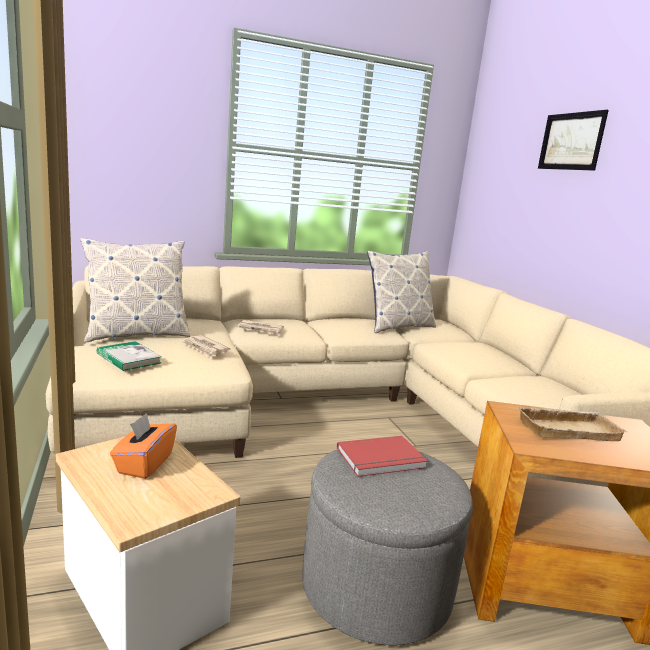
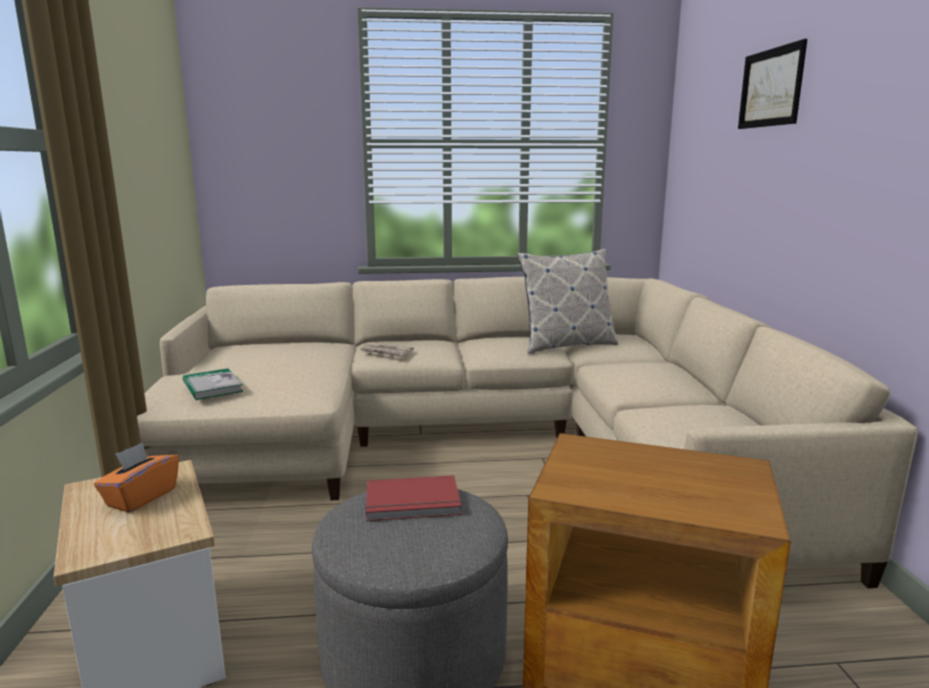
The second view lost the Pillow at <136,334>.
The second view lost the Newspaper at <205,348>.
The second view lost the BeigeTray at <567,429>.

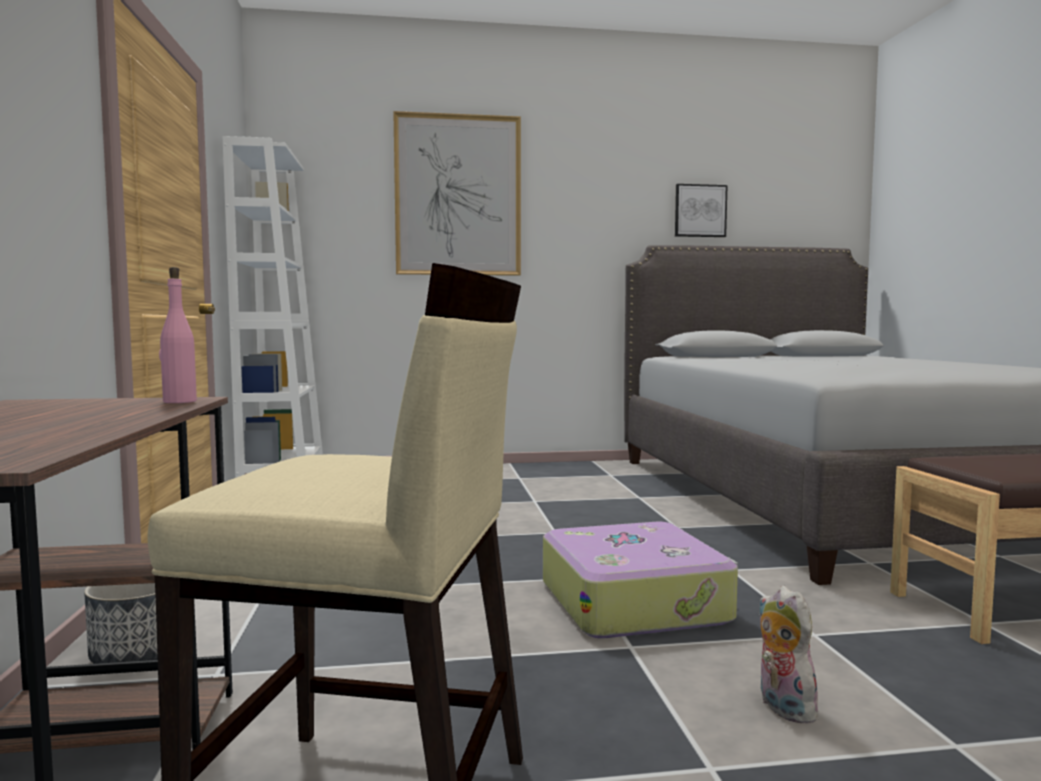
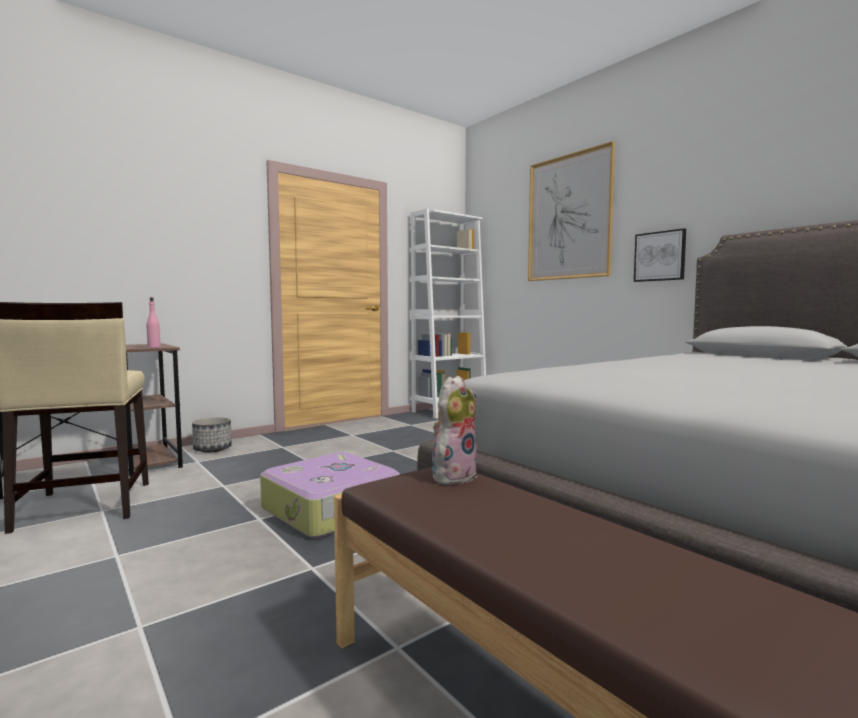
The Picture ended up elsewhere, having gone from <700,211> to <660,256>.
The PlushToy ended up elsewhere, having gone from <782,707> to <453,476>.

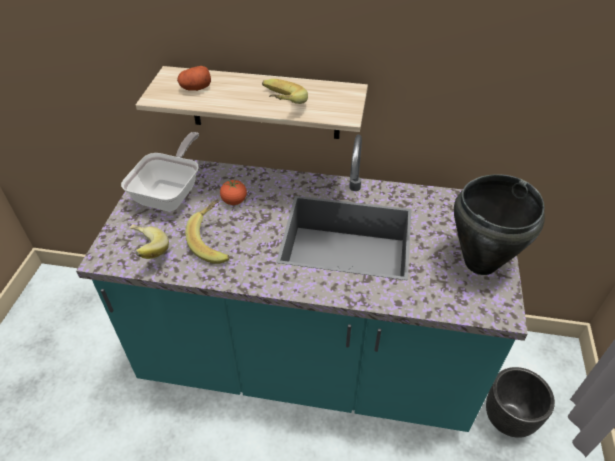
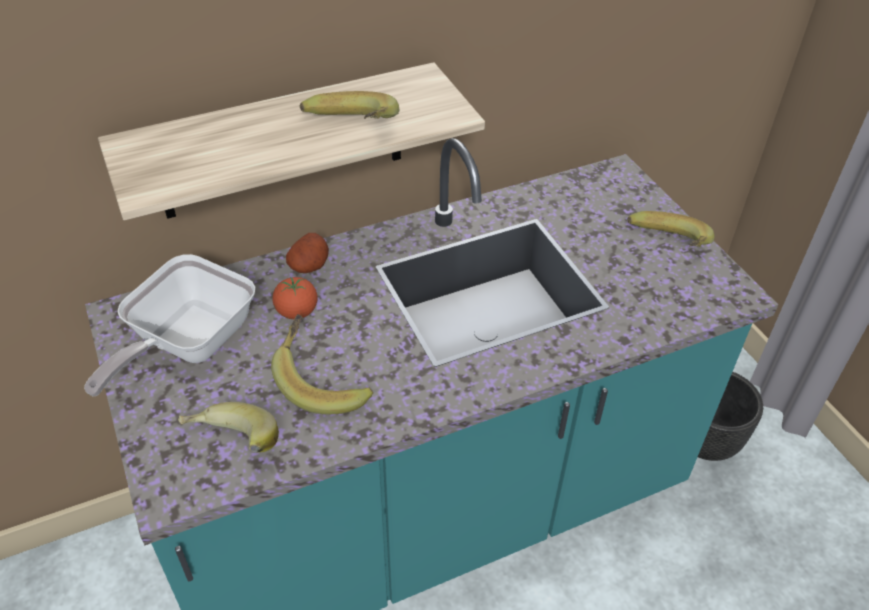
The FryingPan at <171,193> ended up facing another way, 135 degrees counterclockwise from before.
The Potato ended up elsewhere, having gone from <195,88> to <309,265>.
Where the BlackCookingPot stood at <479,262>, the Banana came to stand at <666,248>.

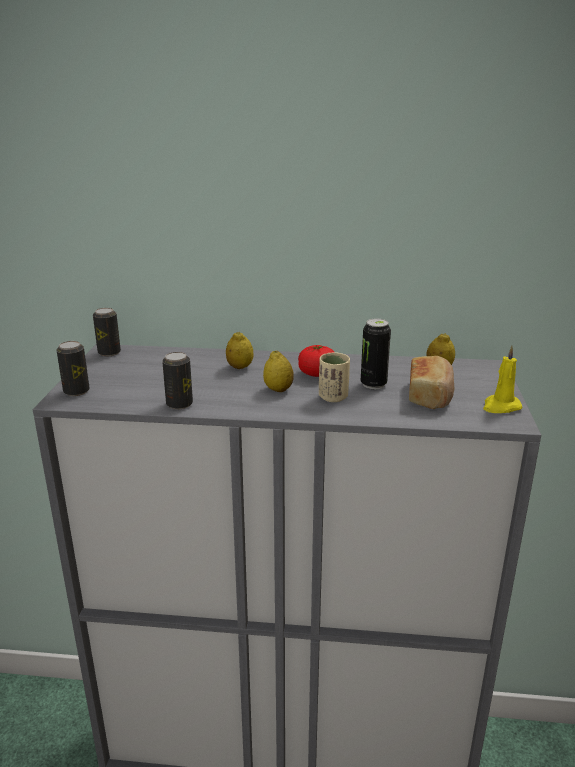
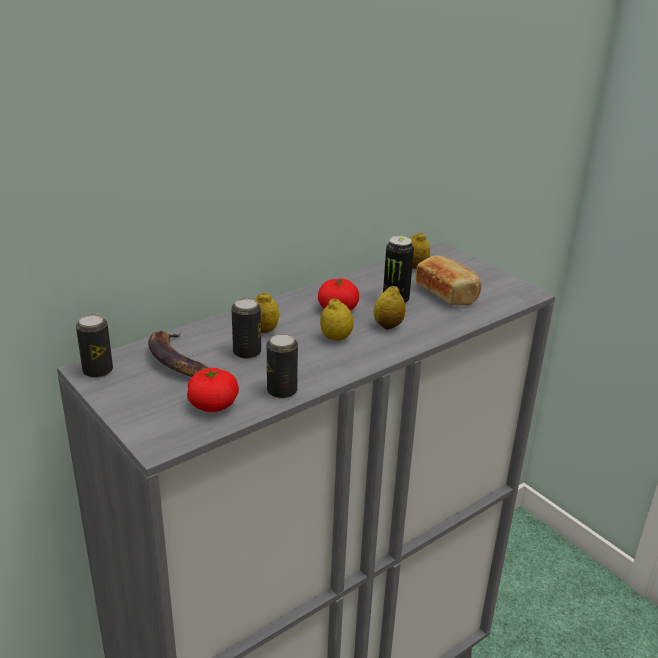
The Can ended up elsewhere, having gone from <76,391> to <247,352>.
Where the BeigeCup stood at <333,397>, the Lemon came to stand at <388,326>.
The second view lost the YellowCandle at <500,407>.
The second view gained the Banana at <177,361>.
The second view gained the Tomato at <213,405>.

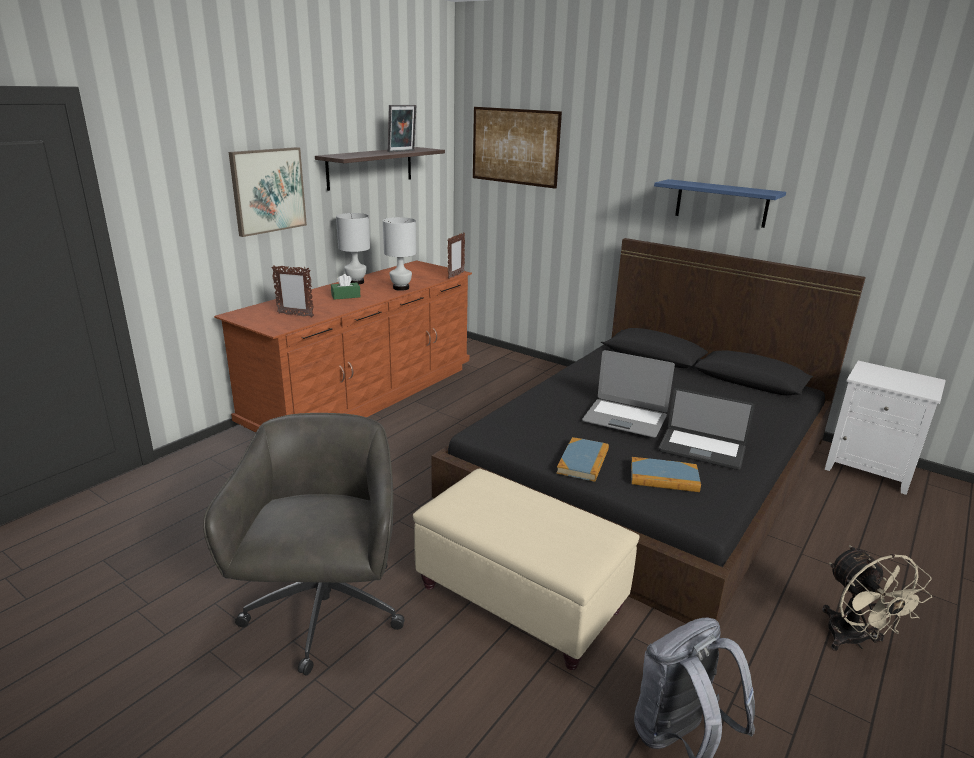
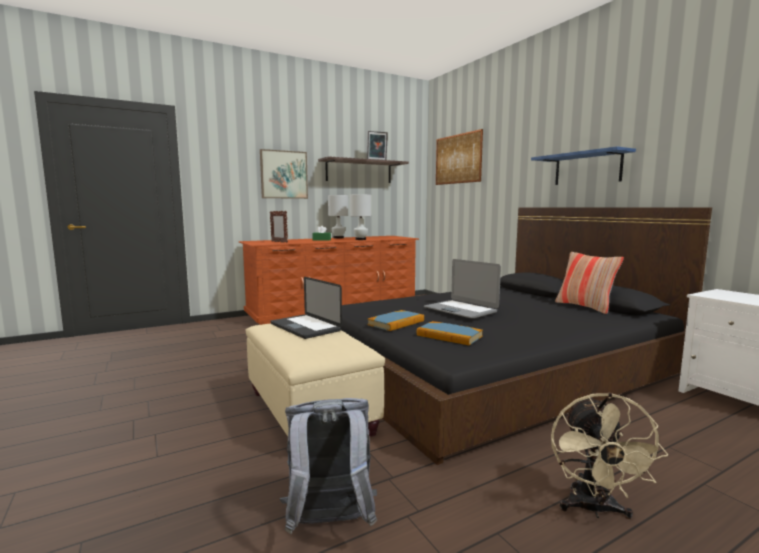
The second view lost the GreyOfficeChair at <324,613>.
The second view lost the PictureFrame at <455,275>.
The Laptop ended up elsewhere, having gone from <701,450> to <305,327>.
The second view gained the Pillow at <585,307>.

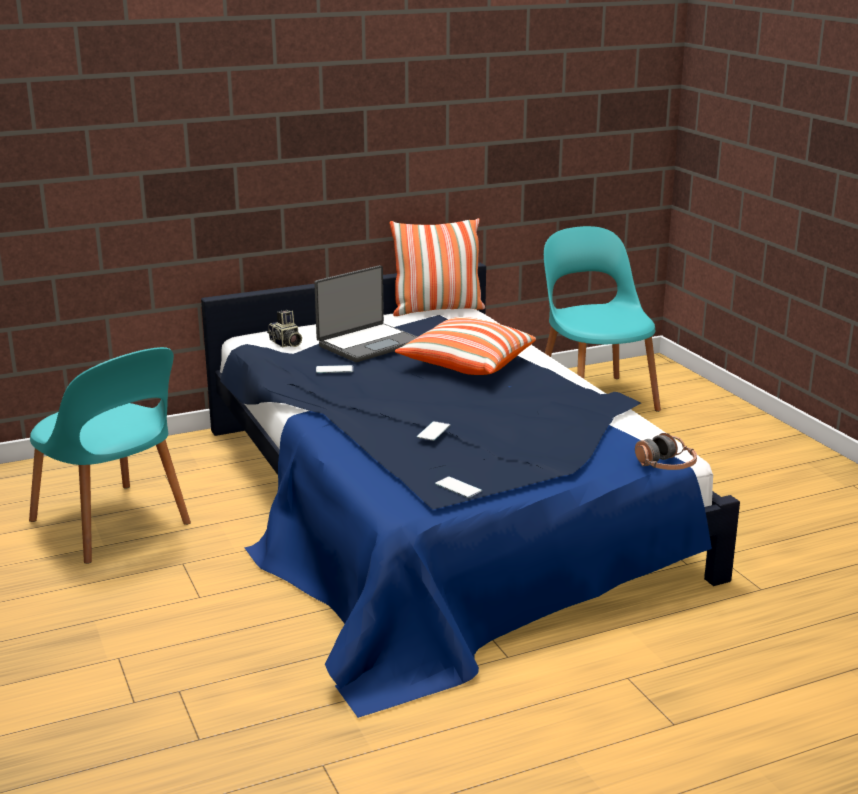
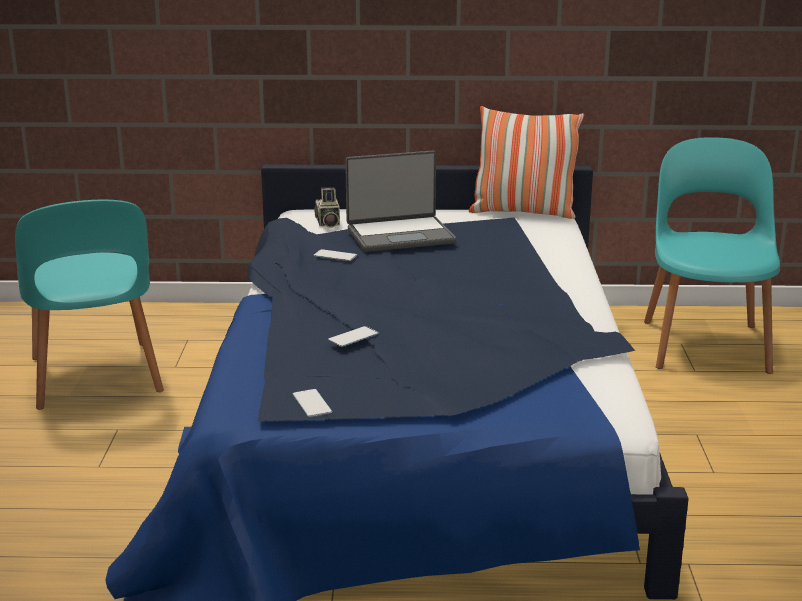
The second view lost the Pillow at <466,365>.
The second view lost the Headphones at <665,466>.

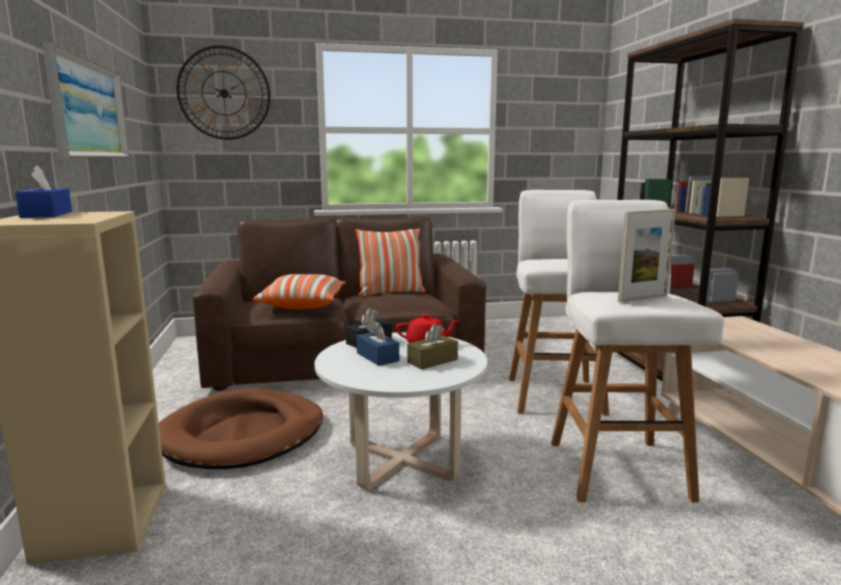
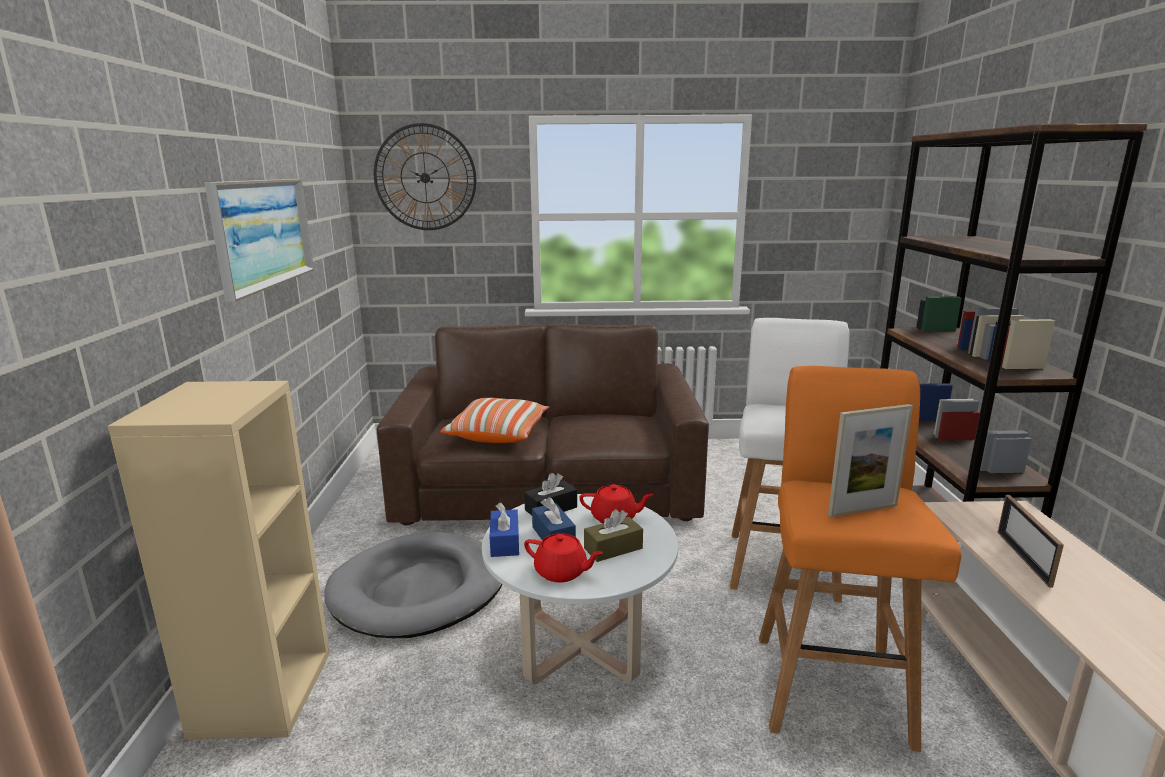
The BlueTissueBox ended up elsewhere, having gone from <47,214> to <505,542>.
What was the BrownDogBed at <243,434> turned into the GreyDogBed at <419,590>.
The second view lost the Pillow at <390,293>.
What was the WhiteStool at <617,467> turned into the OrangeStool at <831,685>.
The second view gained the RedTeapot at <561,572>.
The second view gained the PictureFrame at <1023,558>.

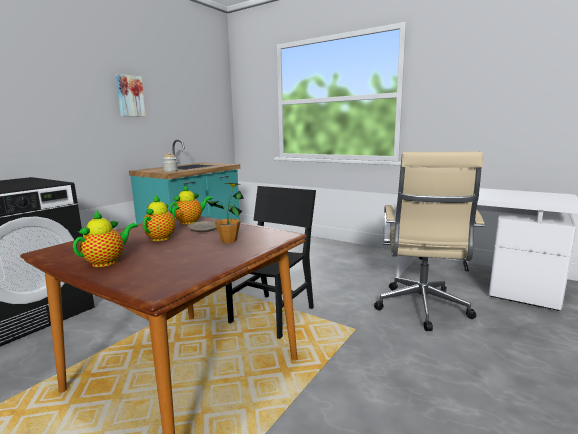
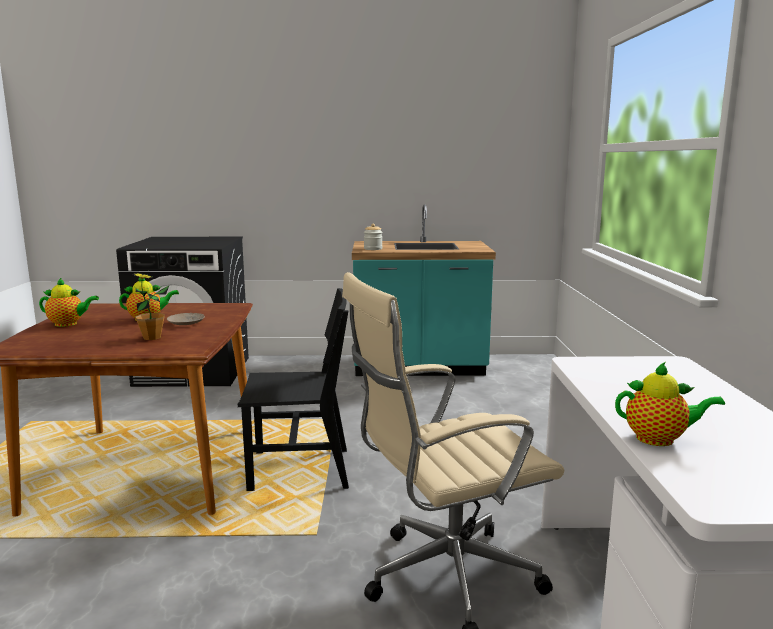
The second view lost the Picture at <130,96>.
The Teapot ended up elsewhere, having gone from <190,222> to <659,439>.

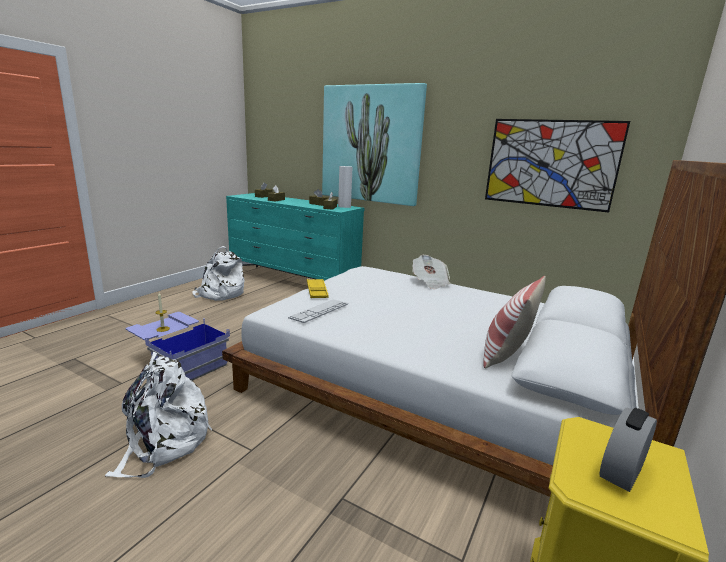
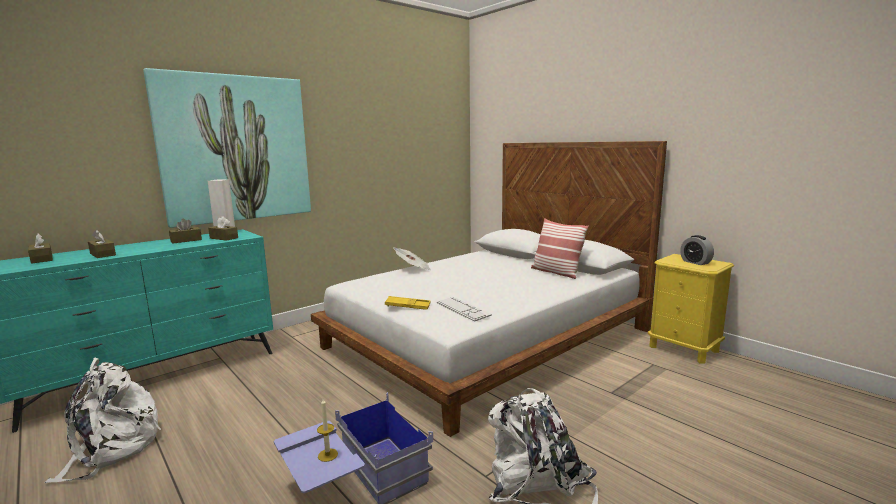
The second view lost the Picture at <550,163>.

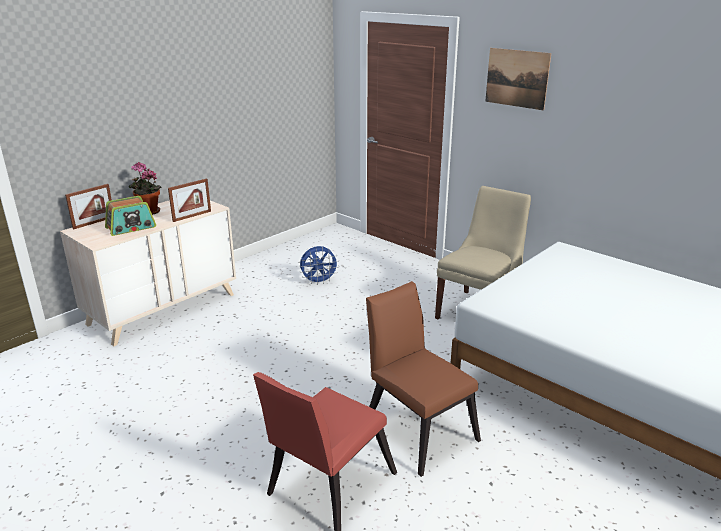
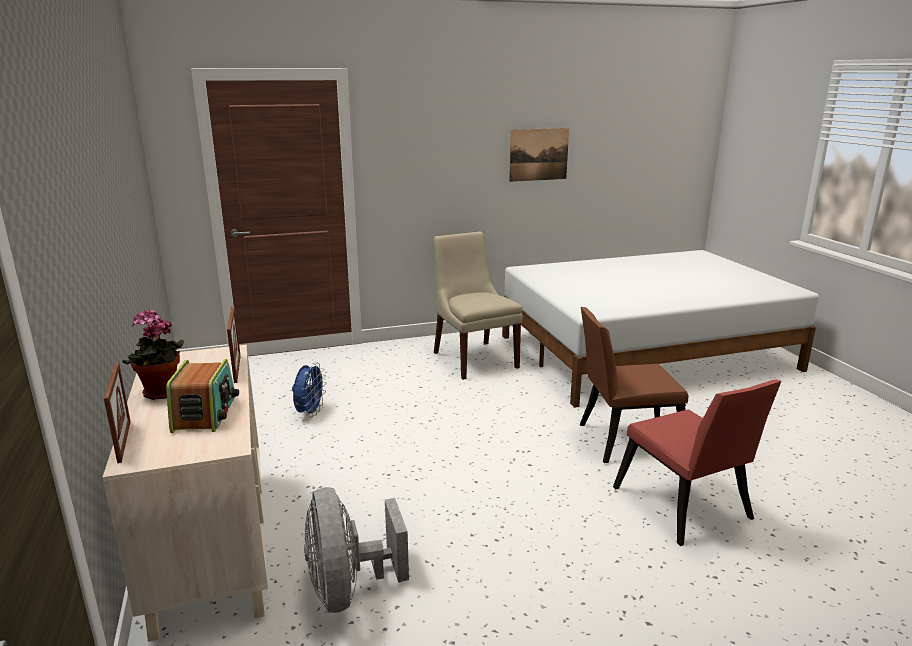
The Picture ended up elsewhere, having gone from <517,78> to <538,154>.
The second view gained the GreyFan at <349,589>.

